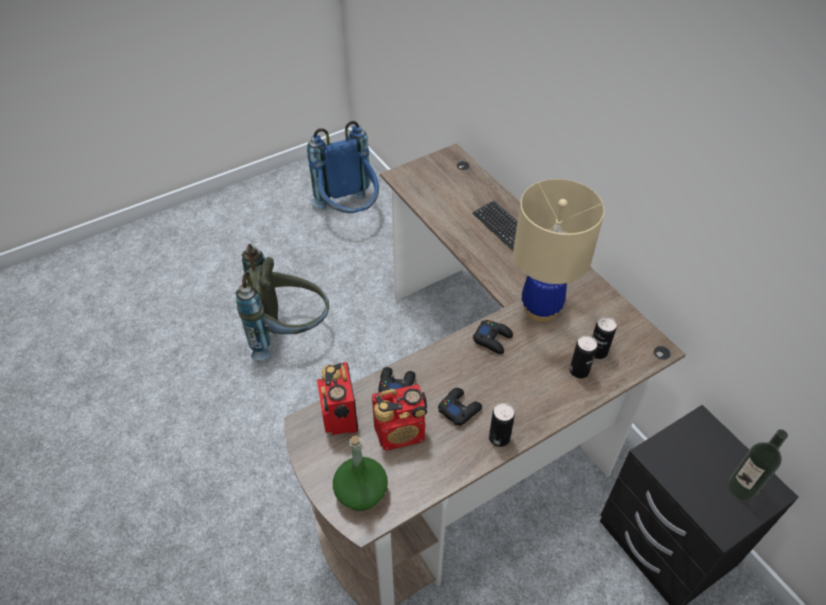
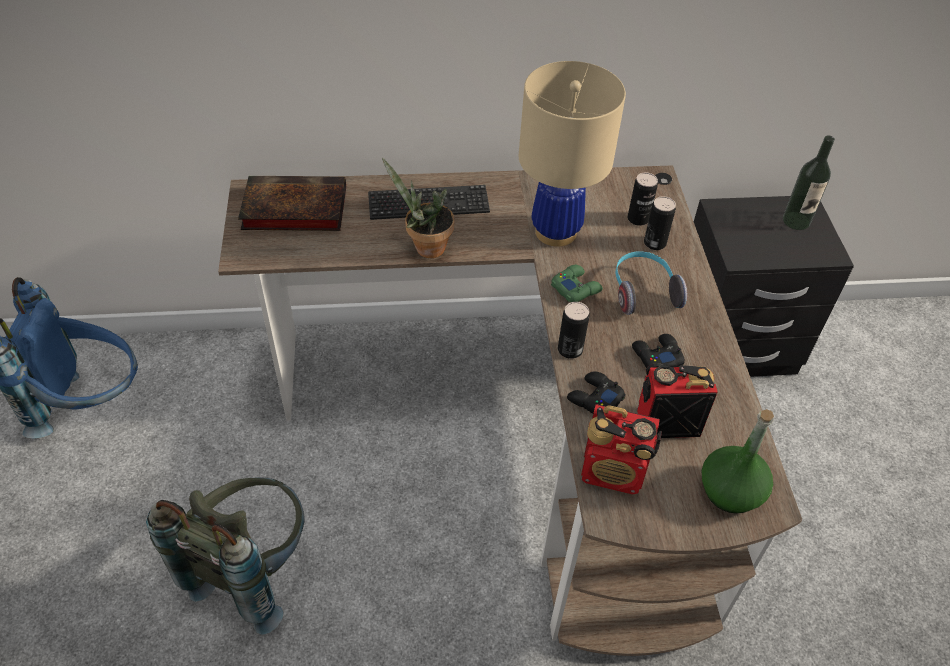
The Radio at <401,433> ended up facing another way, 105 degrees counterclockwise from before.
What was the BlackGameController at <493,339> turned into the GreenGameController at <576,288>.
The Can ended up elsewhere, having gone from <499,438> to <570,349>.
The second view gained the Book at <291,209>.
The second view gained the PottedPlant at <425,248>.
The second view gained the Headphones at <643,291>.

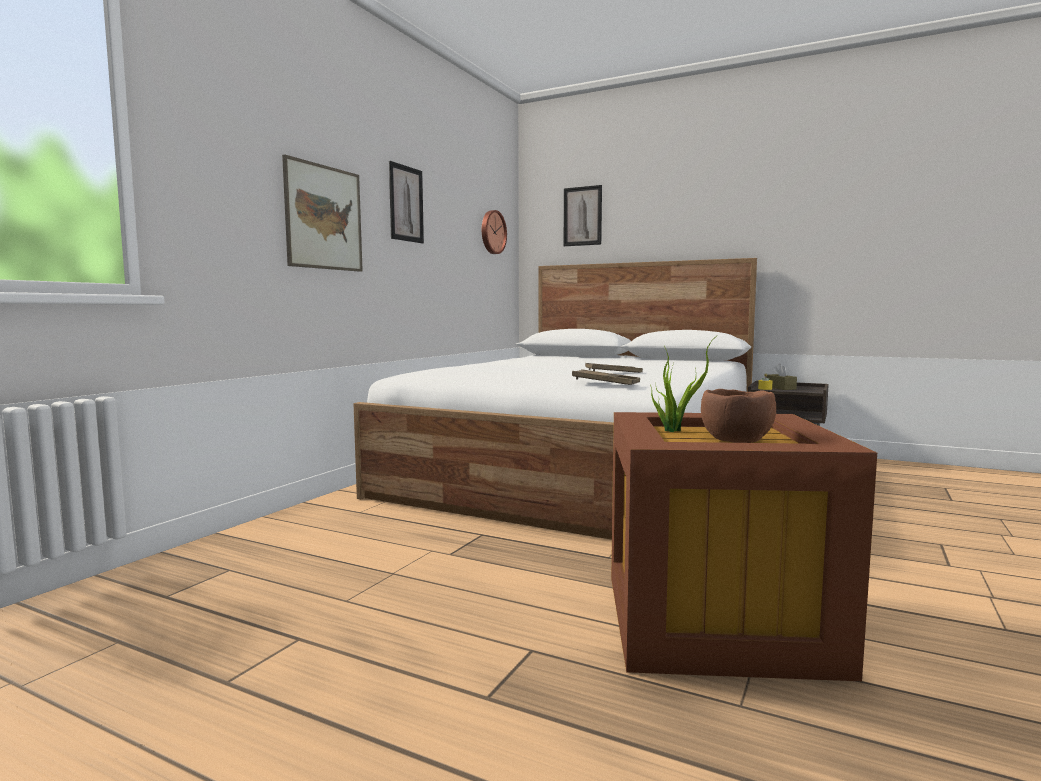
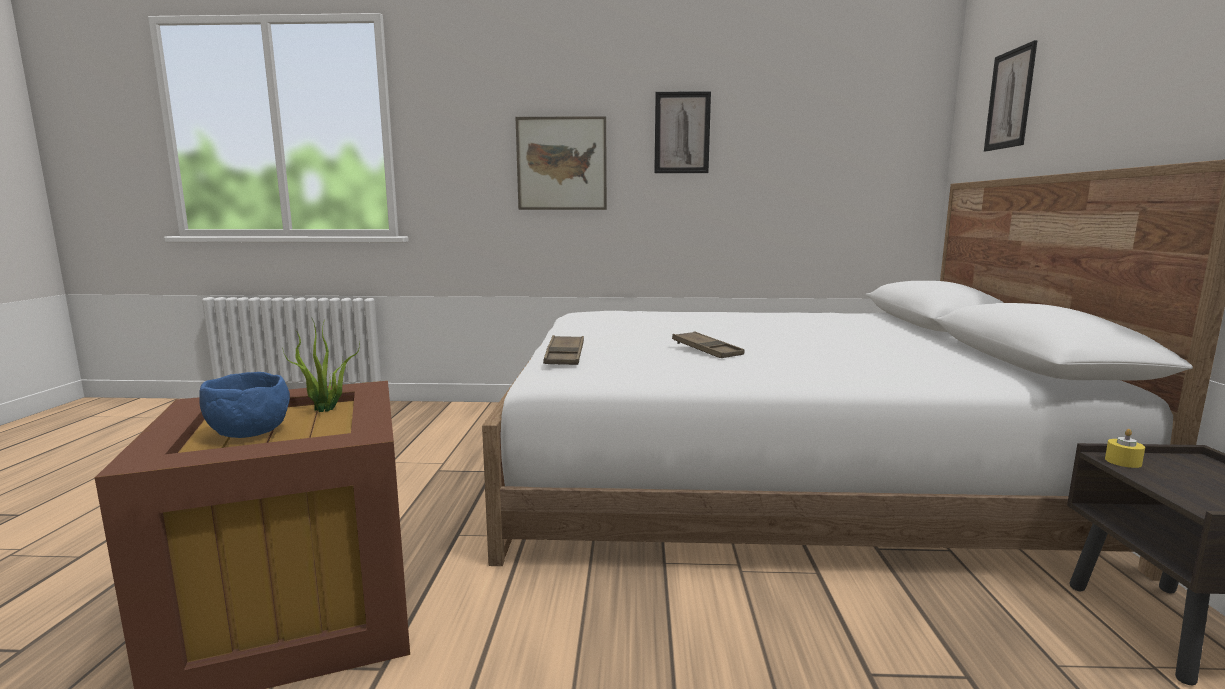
The second view lost the WallClock at <492,232>.
What was the BrownBowl at <737,442> turned into the BlueBowl at <247,433>.
The second view lost the BrownTissueBox at <780,388>.

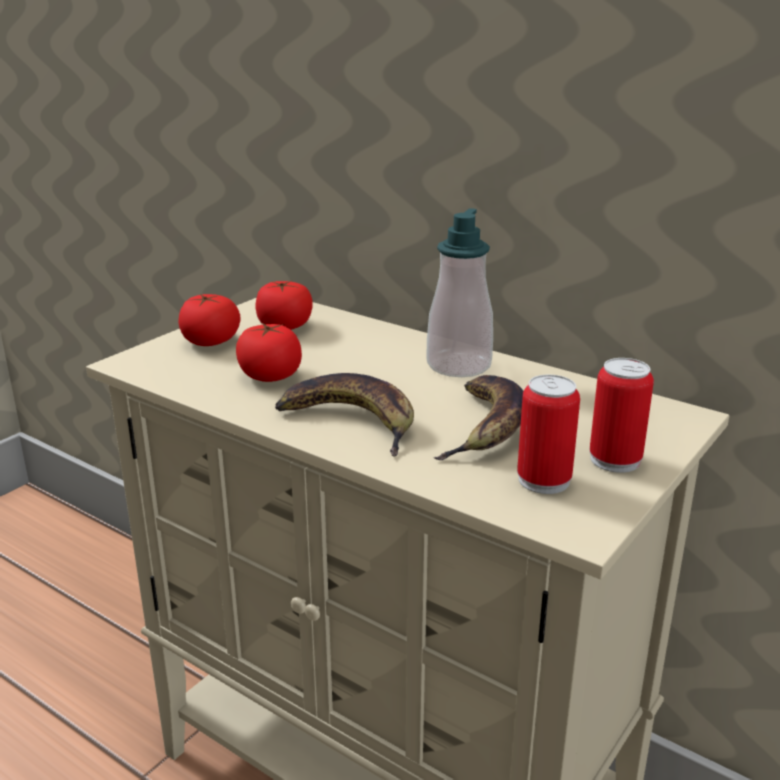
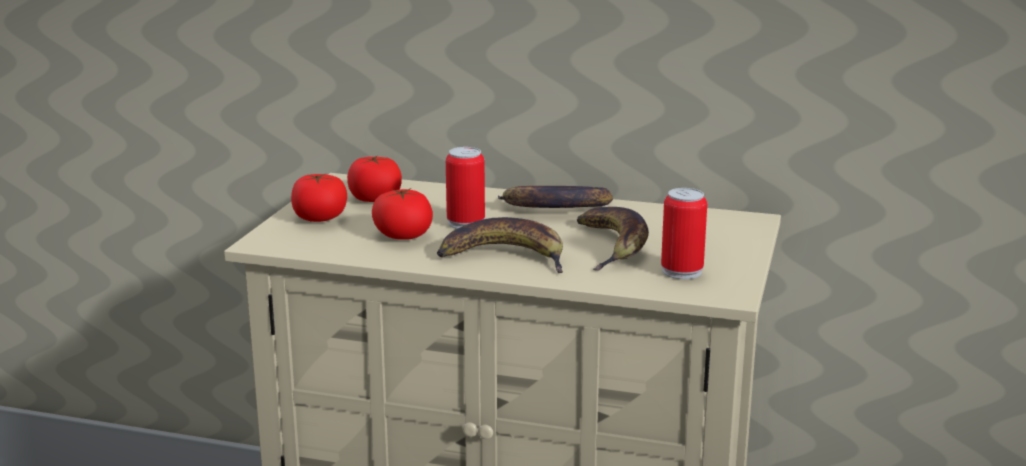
Where the SoapDispenser stood at <459,365>, the Banana came to stand at <554,208>.
The Can ended up elsewhere, having gone from <615,460> to <465,223>.

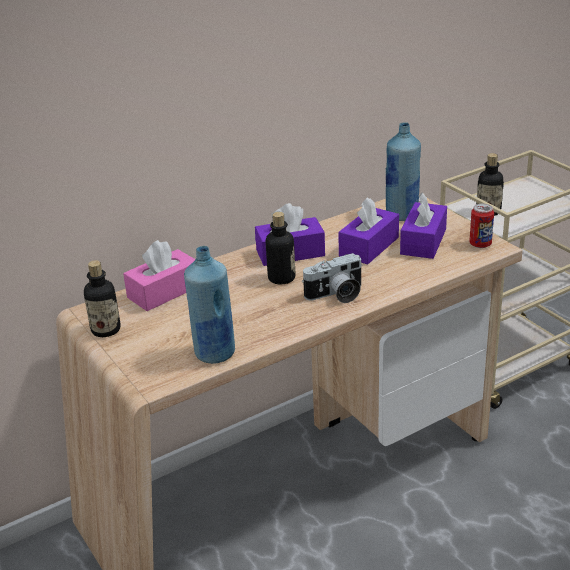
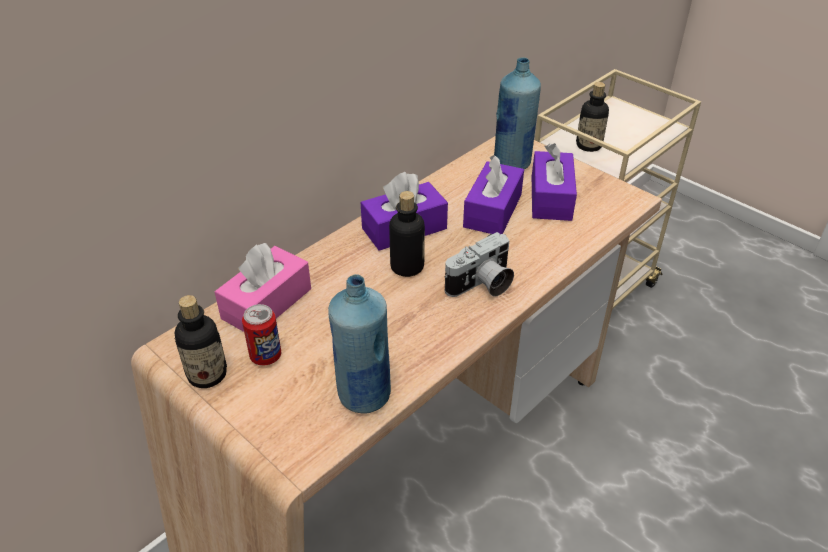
The Can ended up elsewhere, having gone from <480,244> to <265,356>.

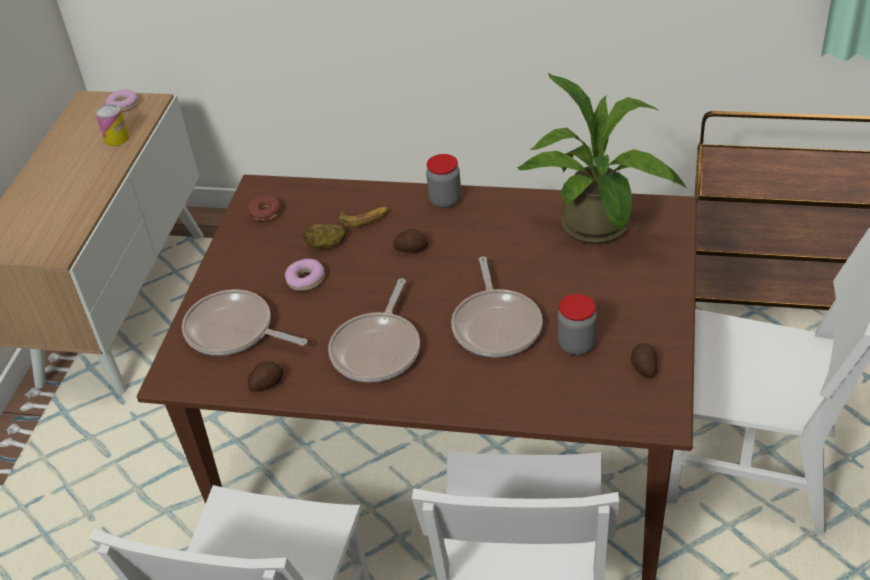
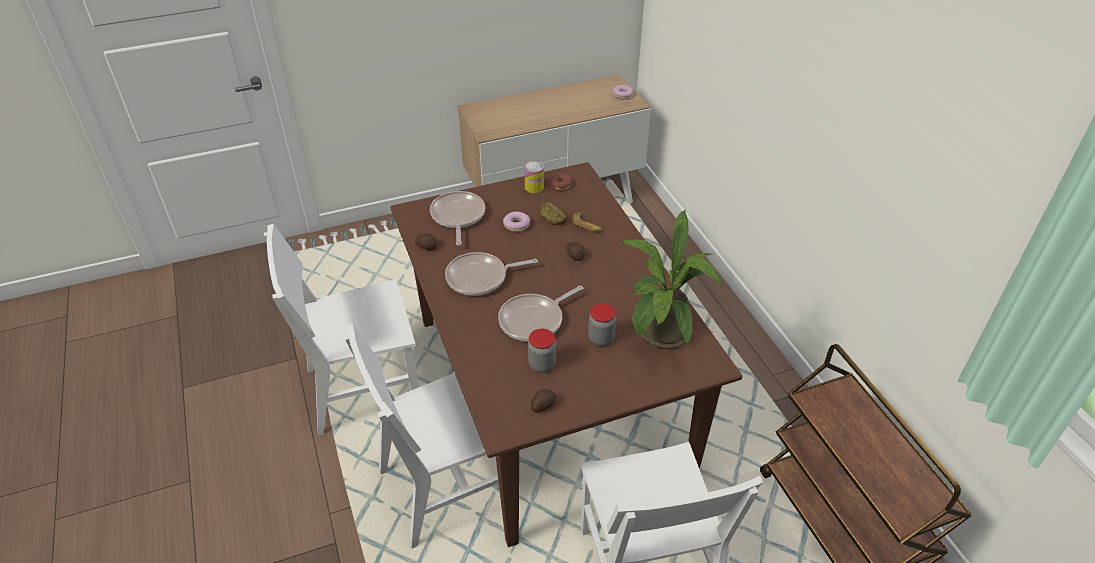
The Can ended up elsewhere, having gone from <117,138> to <534,187>.
The Jar ended up elsewhere, having gone from <445,200> to <601,338>.

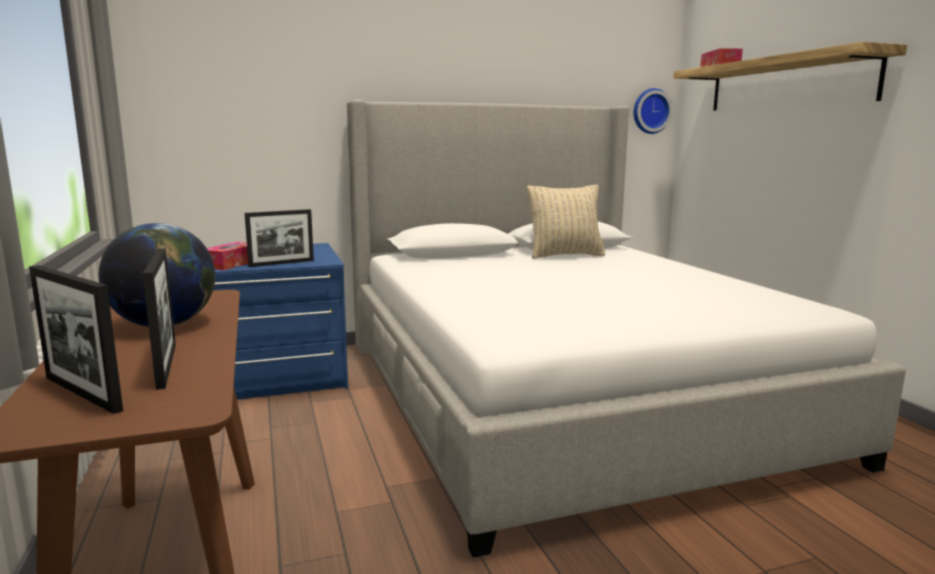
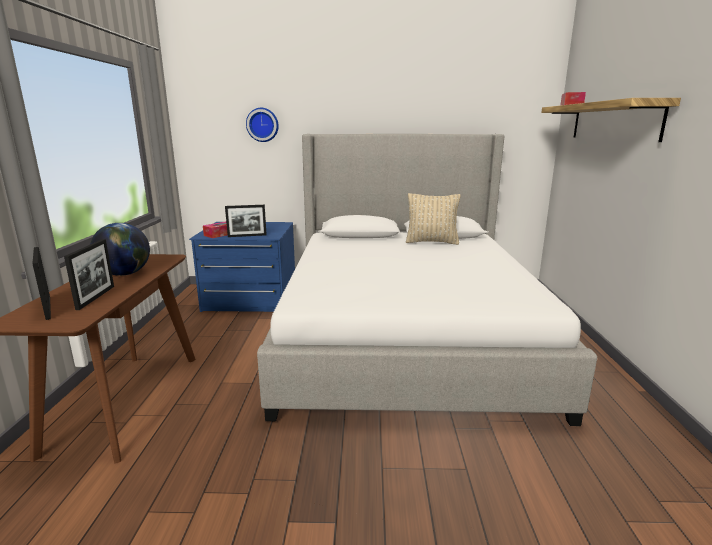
The WallClock ended up elsewhere, having gone from <650,111> to <262,125>.

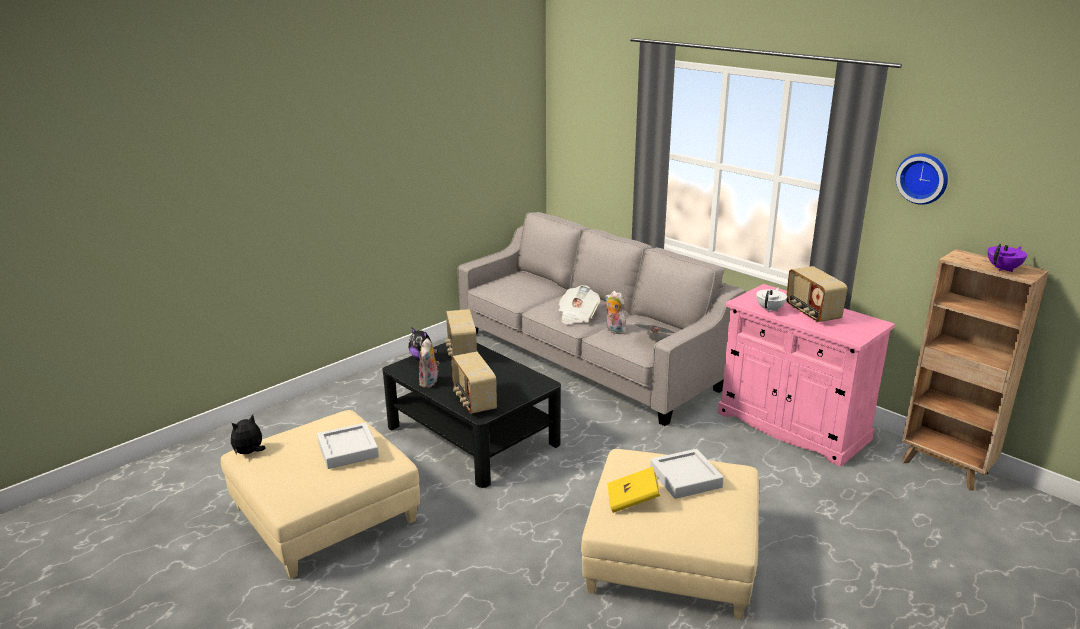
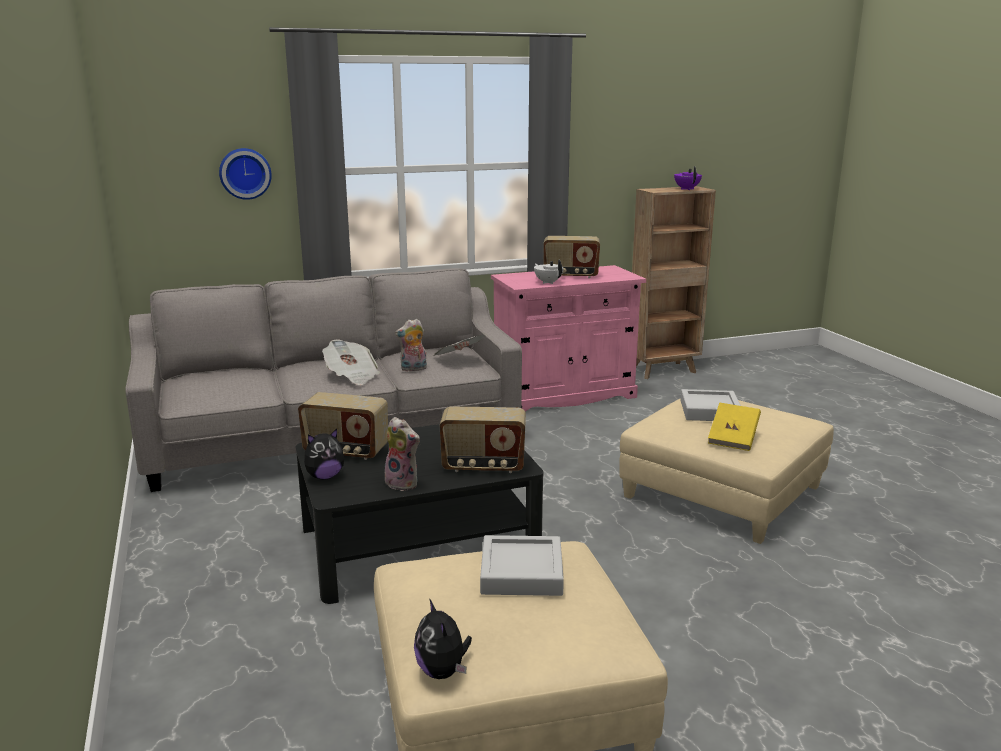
The WallClock ended up elsewhere, having gone from <923,178> to <245,173>.

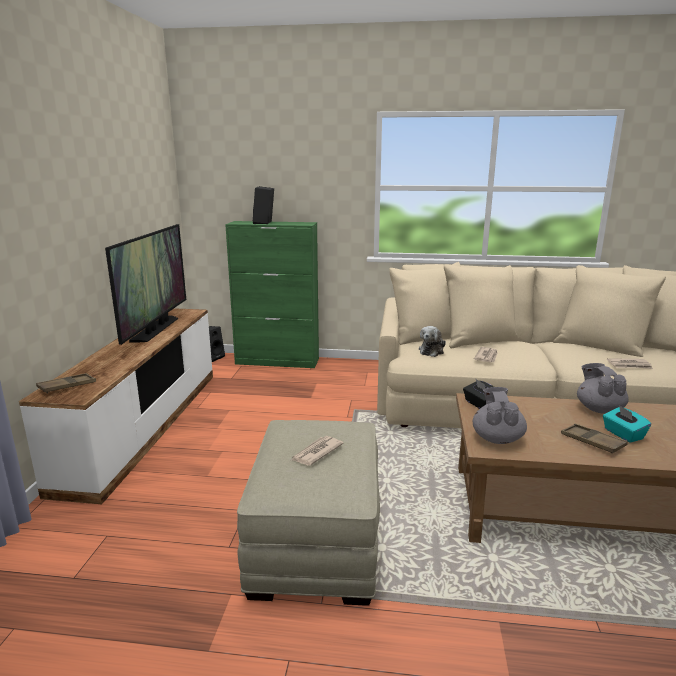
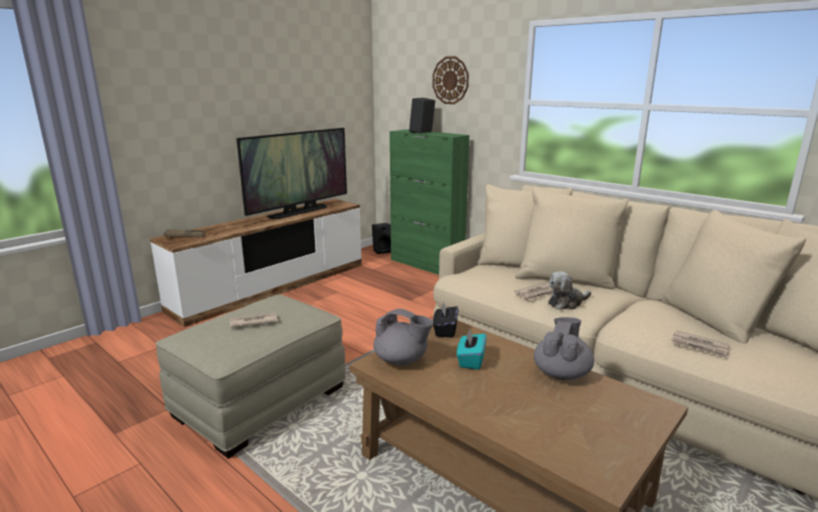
The PlushToy ended up elsewhere, having gone from <432,351> to <566,303>.
The GreyTeapot at <497,438> ended up facing another way, 75 degrees clockwise from before.
The second view lost the BrownTray at <592,442>.
The TurquoiseTissueBox ended up elsewhere, having gone from <623,434> to <471,360>.
The second view gained the WallClock at <450,80>.

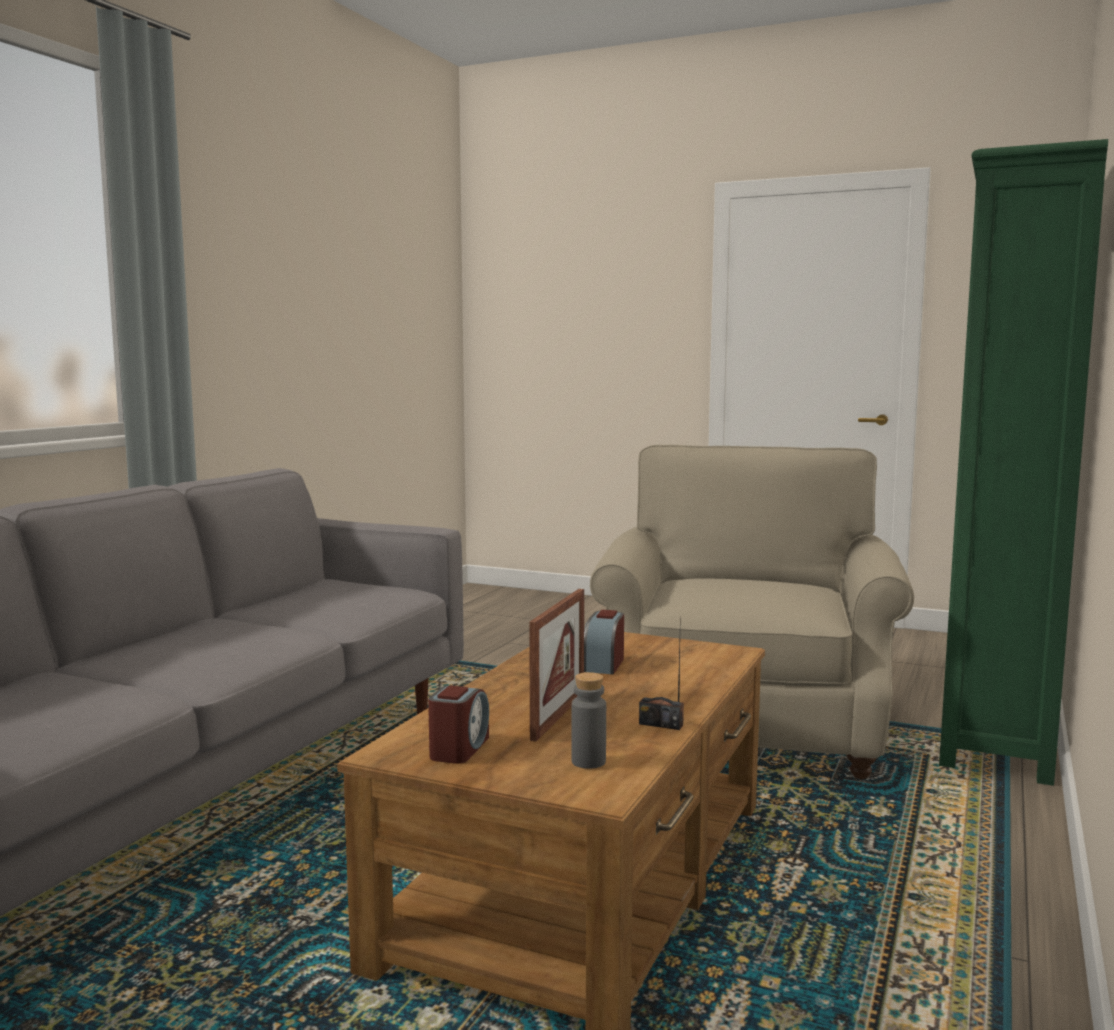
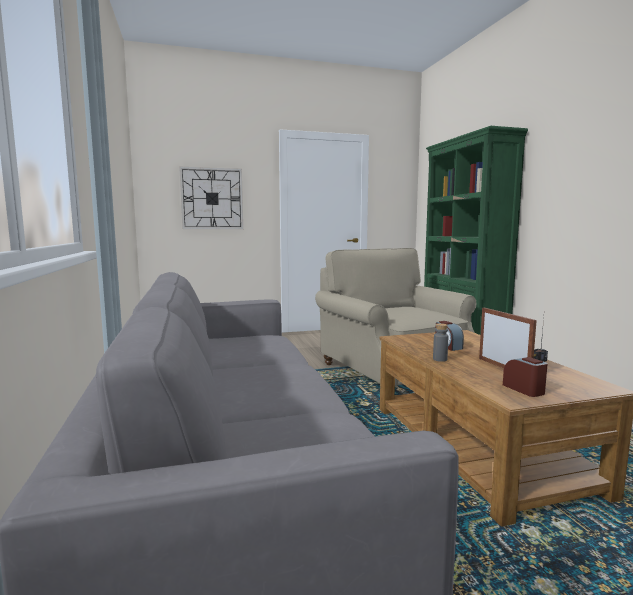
The GreyBottle ended up elsewhere, having gone from <588,762> to <440,359>.
The second view gained the WallClock at <212,198>.

